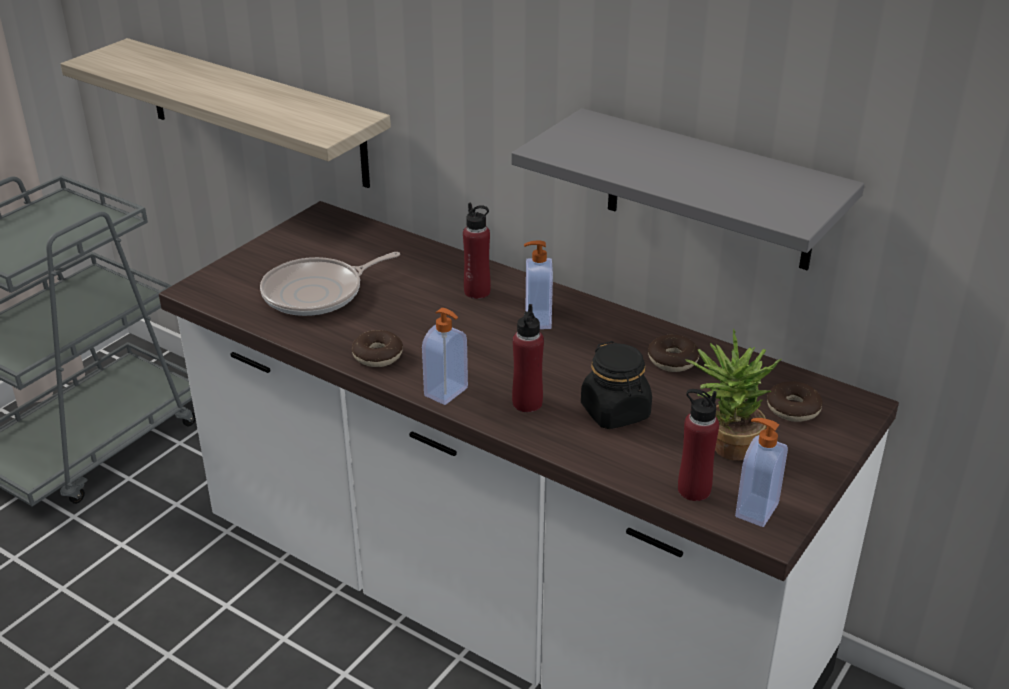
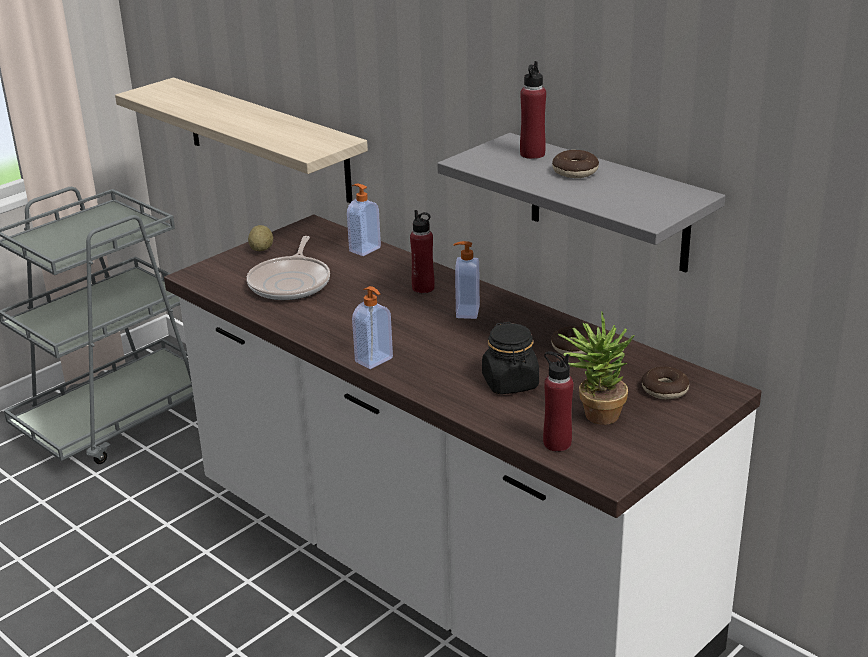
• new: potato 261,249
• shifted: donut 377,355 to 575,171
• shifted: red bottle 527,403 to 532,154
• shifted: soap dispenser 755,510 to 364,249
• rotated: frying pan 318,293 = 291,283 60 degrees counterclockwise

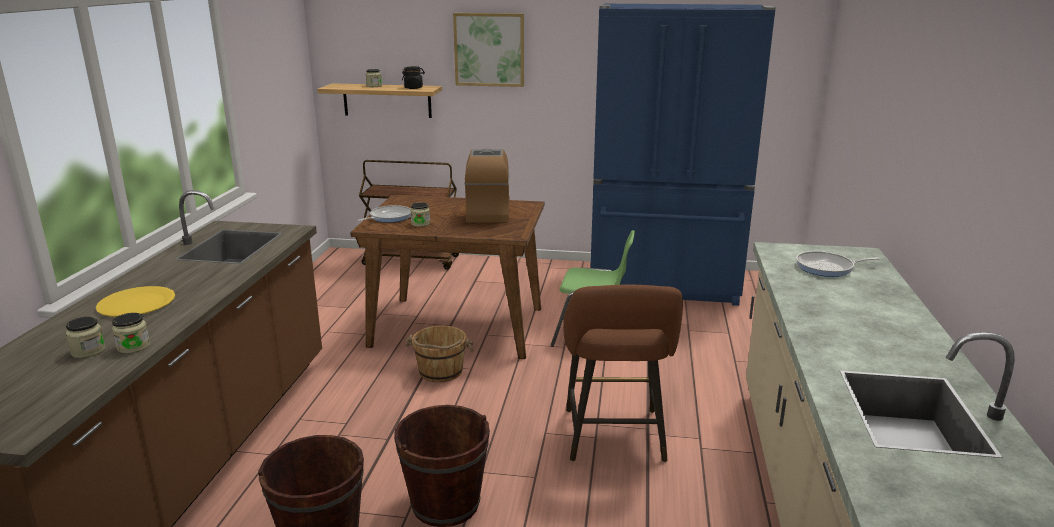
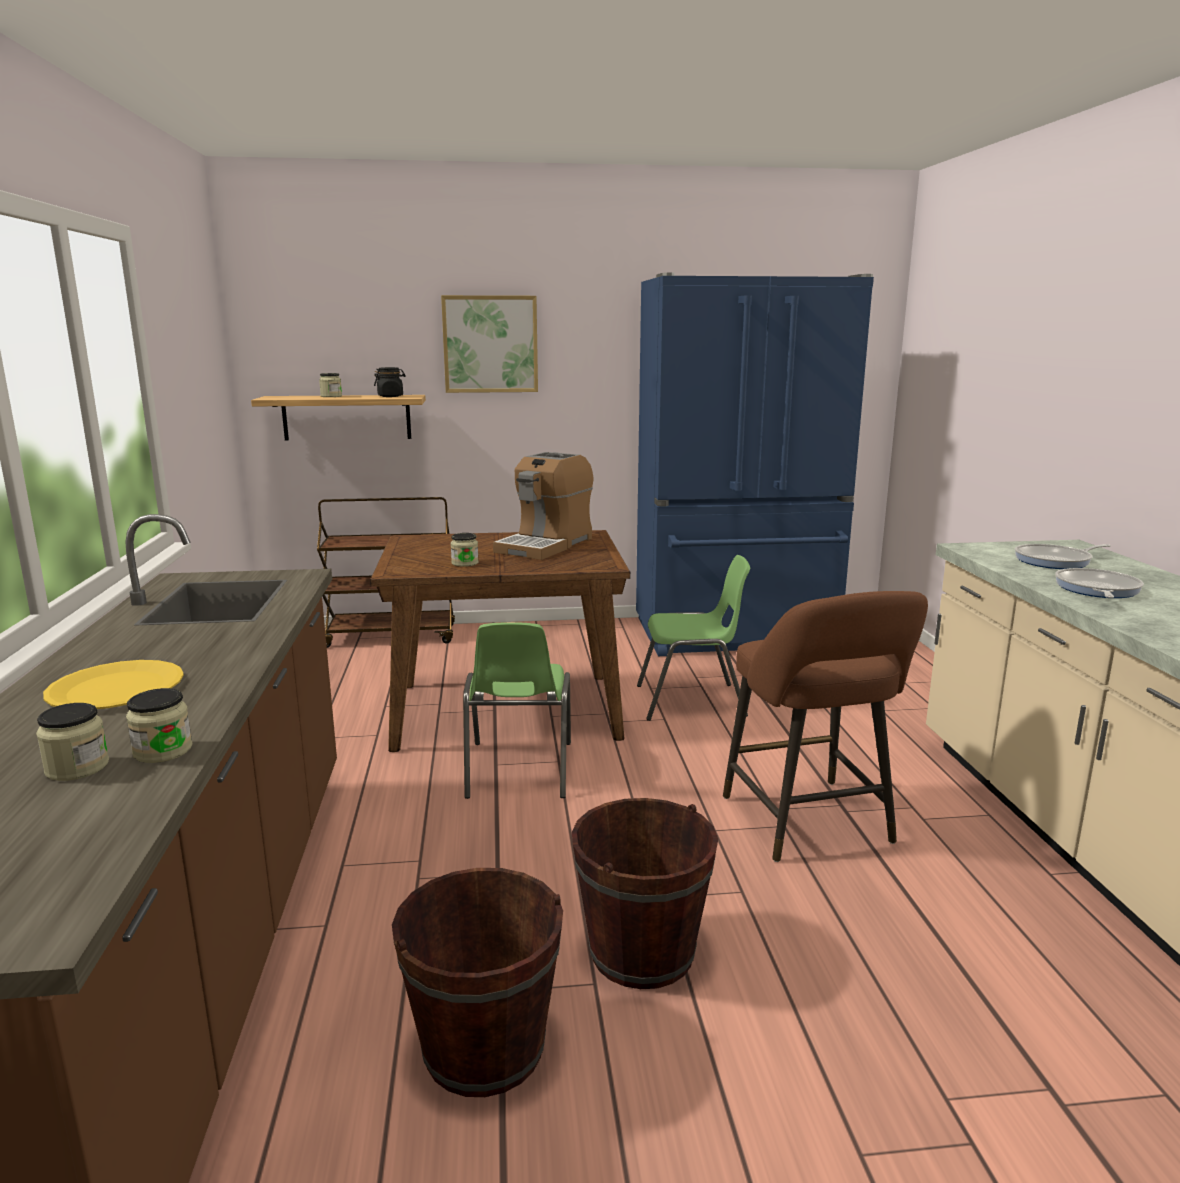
• shifted: frying pan 388,217 to 1096,590
• swapped: brown bucket 440,372 to green chair 518,770
• rotated: coffee machine 488,212 = 545,545 135 degrees counterclockwise

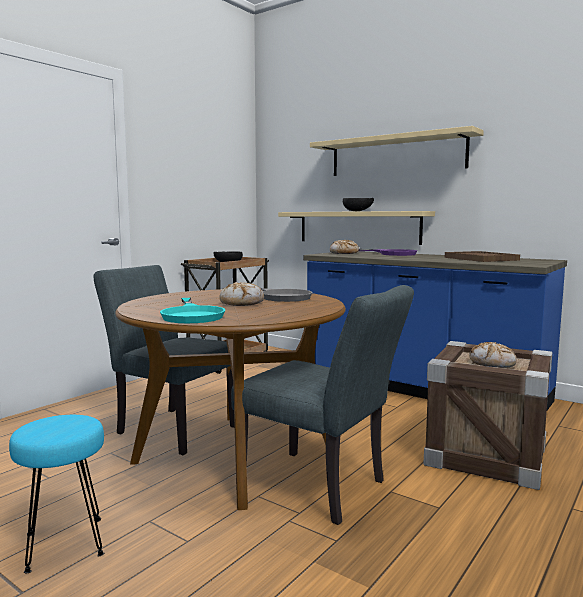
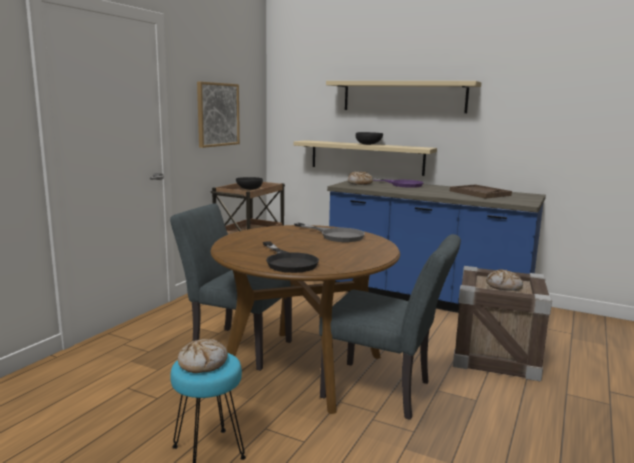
• new: picture 217,114
• shifted: bread 242,303 to 203,363
• repainted: turquoise frying pan 192,315 to black frying pan 288,262

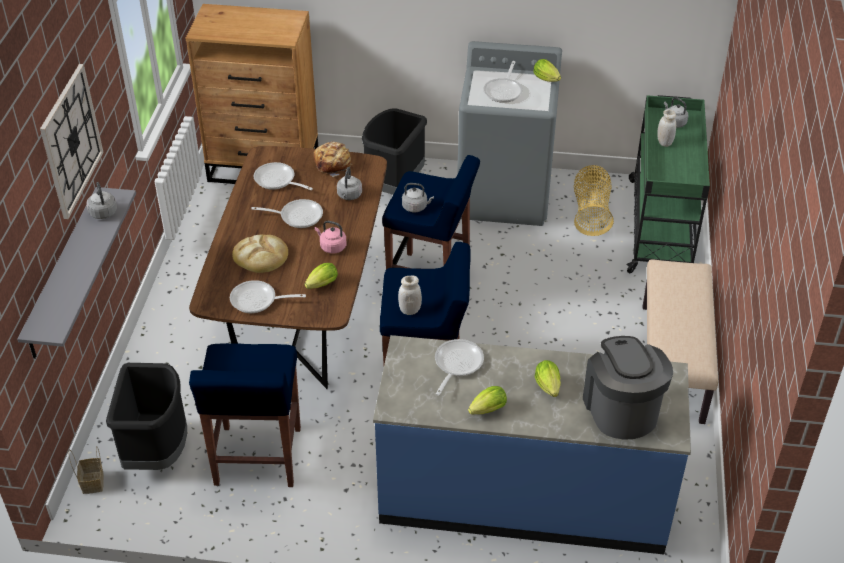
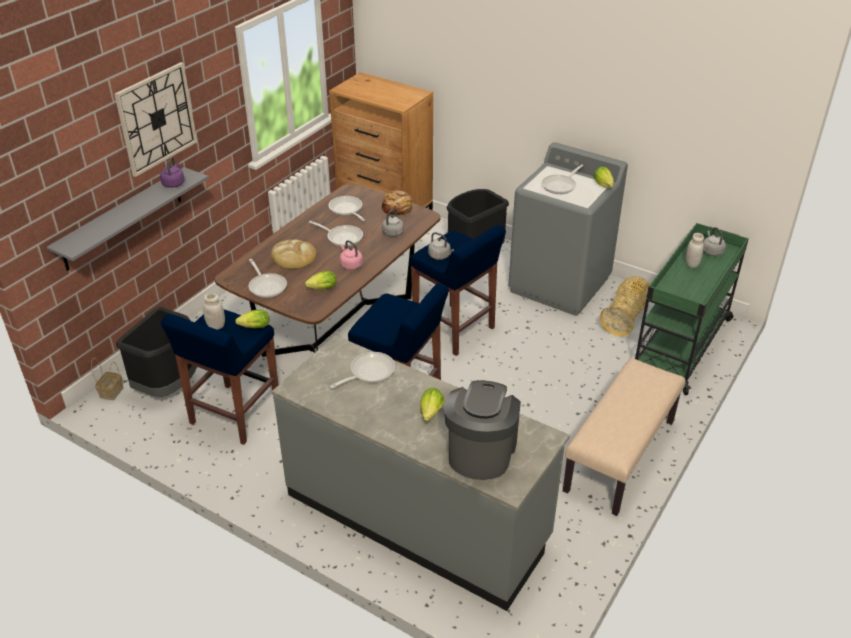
• shifted: white jar 410,310 to 216,326
• shifted: lettuce 486,411 to 253,327
• repainted: grey kettle 103,211 to purple kettle 174,183
• repainted: blue counter 523,496 to grey counter 417,517
• rotated: frying pan 258,300 = 267,286 150 degrees counterclockwise

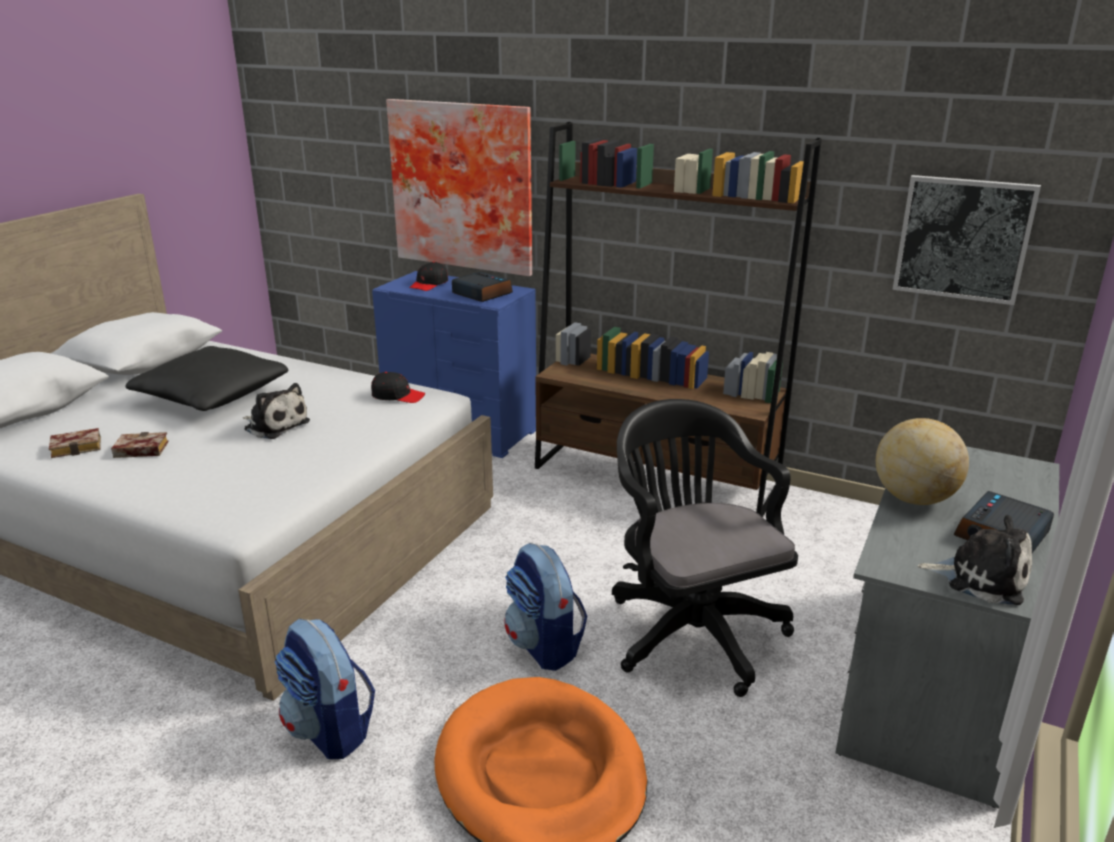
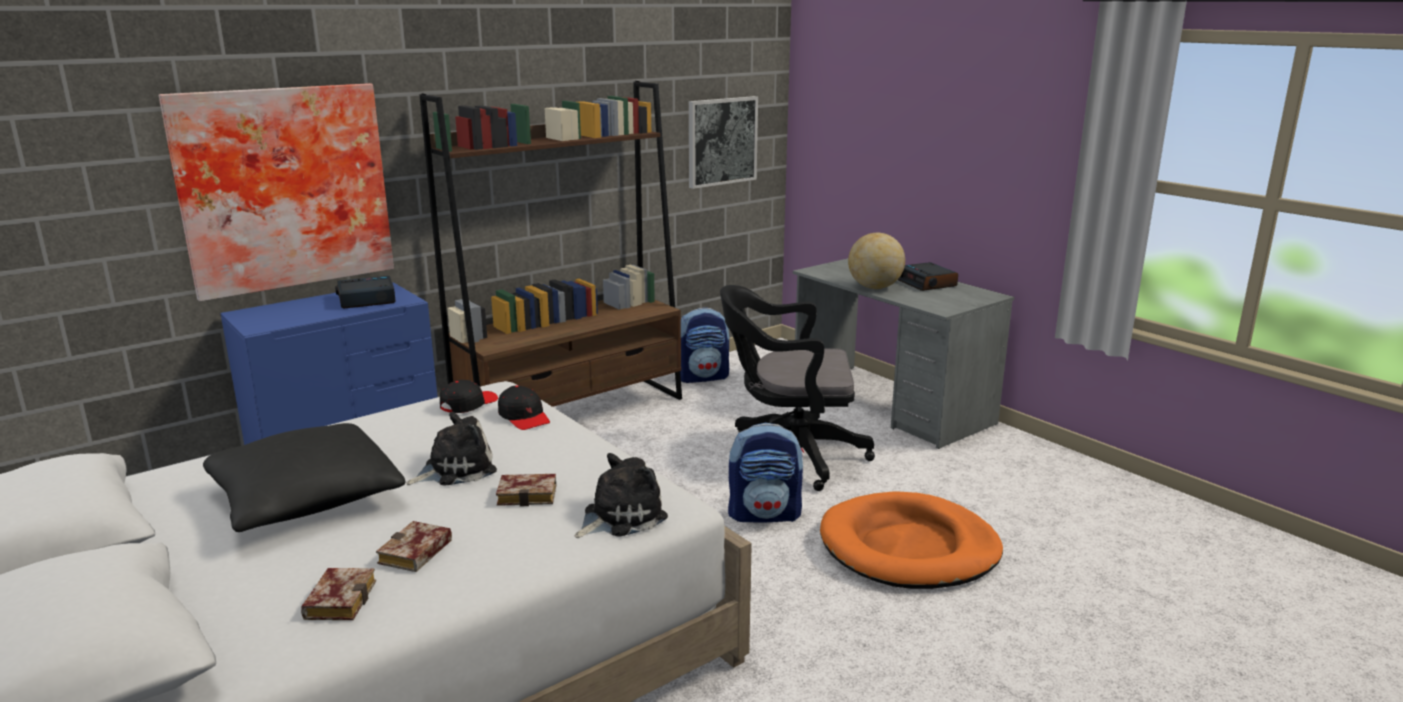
• new: book 530,494
• shifted: backpack 330,730 to 702,377
• shifted: black cap 429,284 to 524,417
• shifted: plush toy 981,577 to 620,516

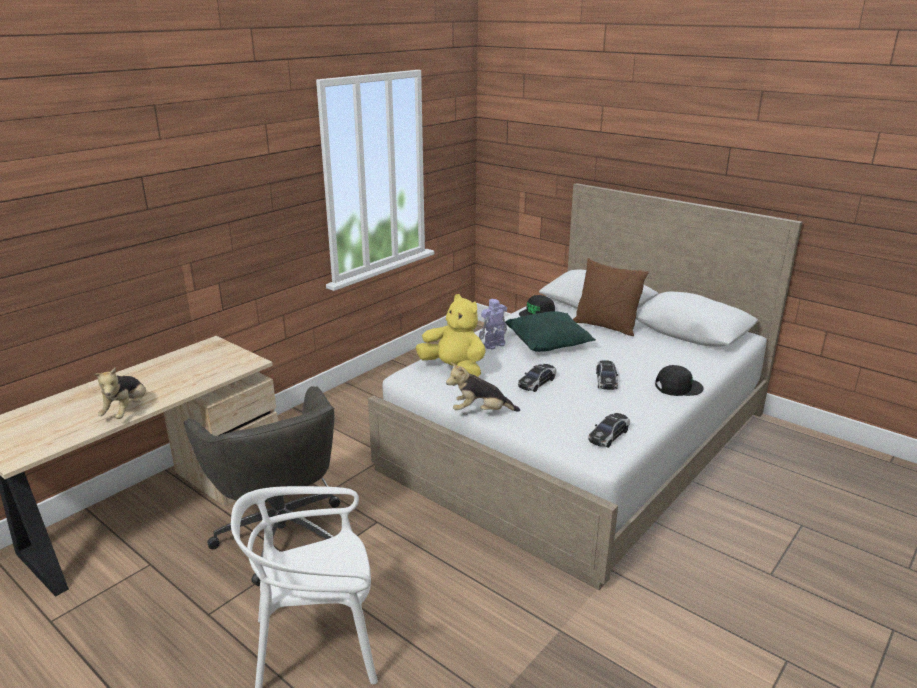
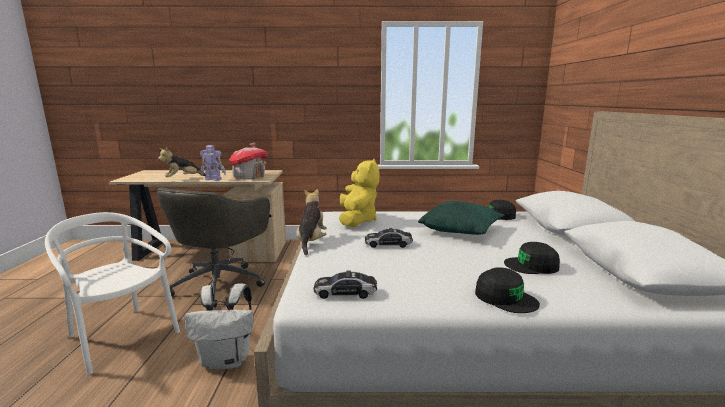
• gone: brown pillow 605,327
• gone: toy car 606,380
• new: white backpack 227,360
• new: toy house 249,176
• new: black cap 531,265
• shifted: toy robot 493,345 to 213,179
• rotated: plush toy 480,412 = 311,241 45 degrees clockwise

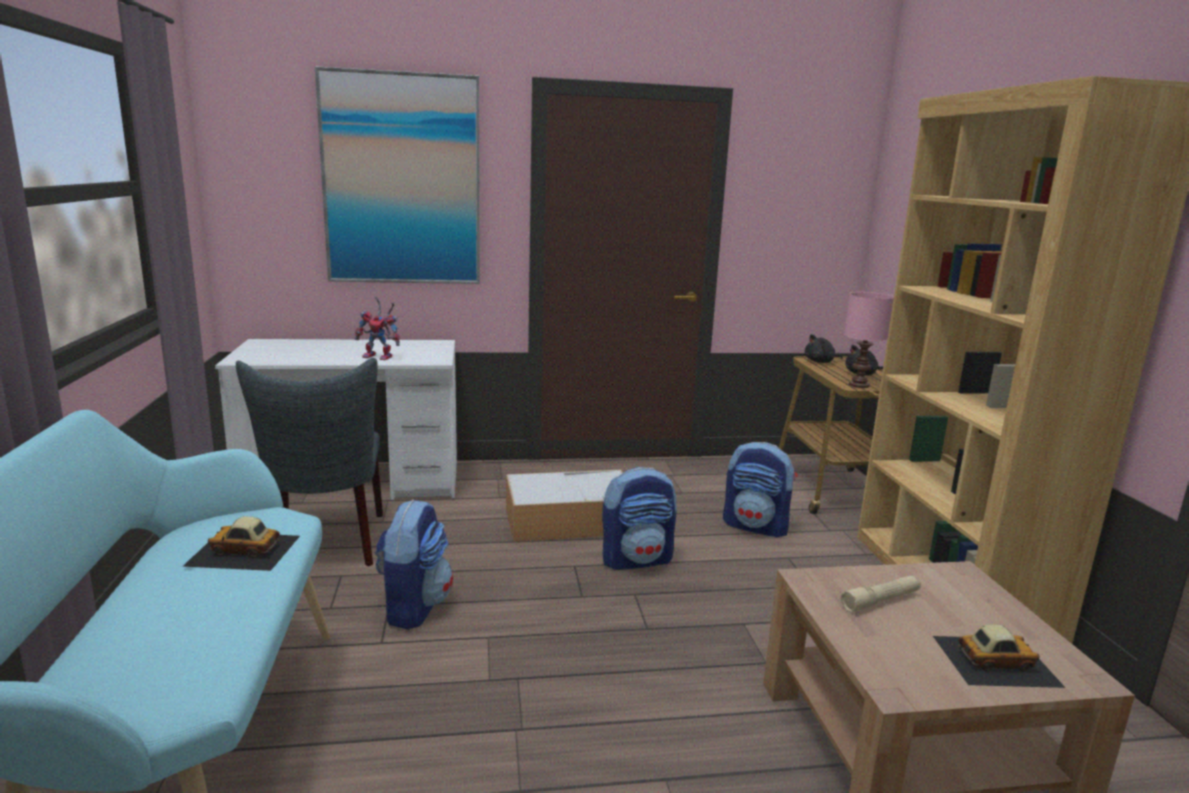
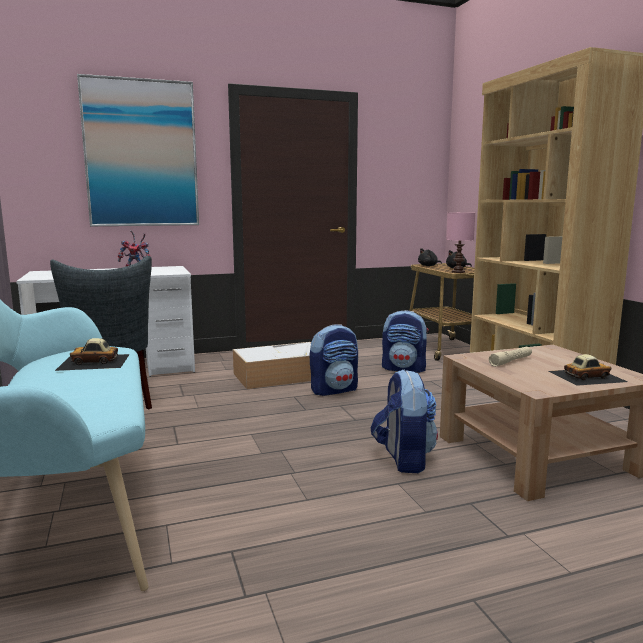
• shifted: backpack 413,607 to 403,459

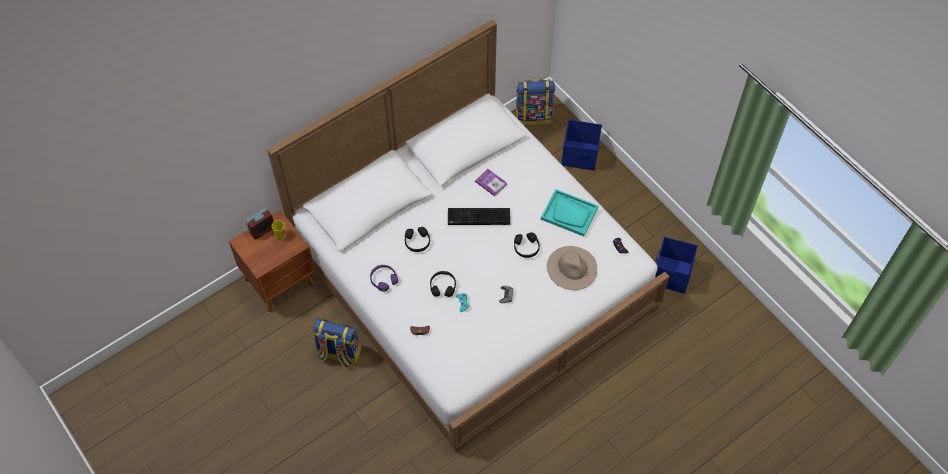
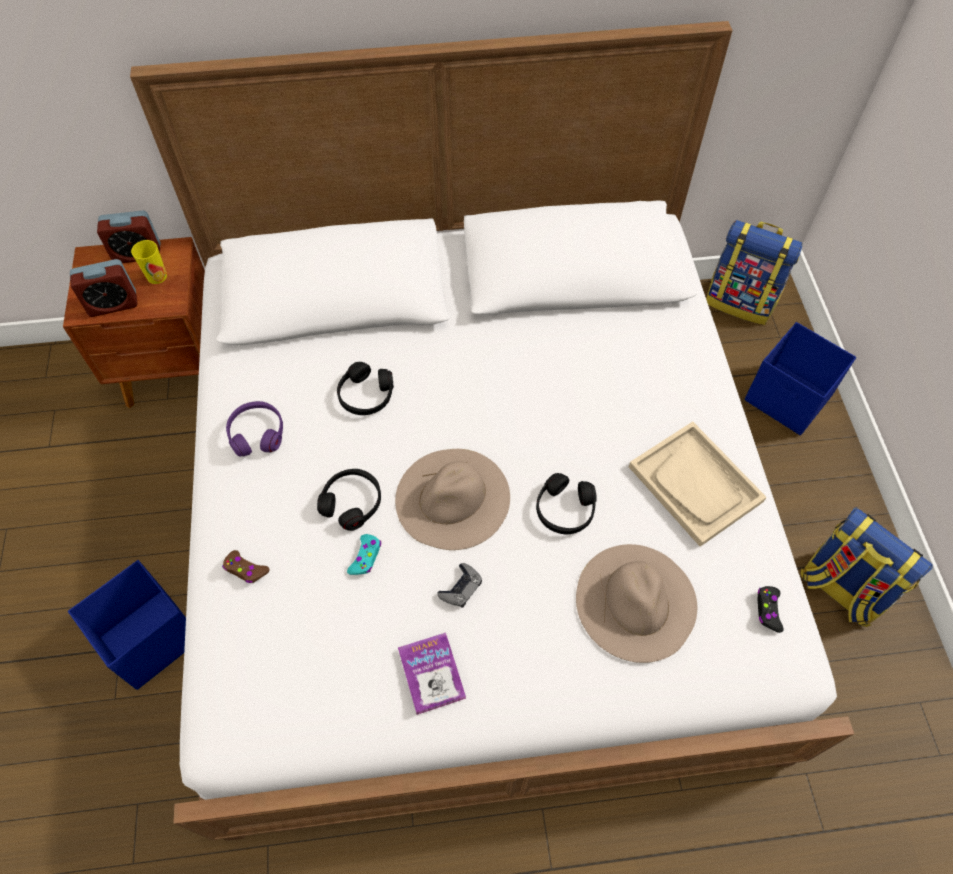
• gone: keyboard 478,218
• new: alarm clock 113,304
• new: beige hat 452,498
• shifted: backpack 339,354 to 841,588
• shifted: book 491,183 to 431,673
• shifted: blue storage box 671,275 to 149,639
• repainted: turquoise tray 569,213 to beige tray 695,484

